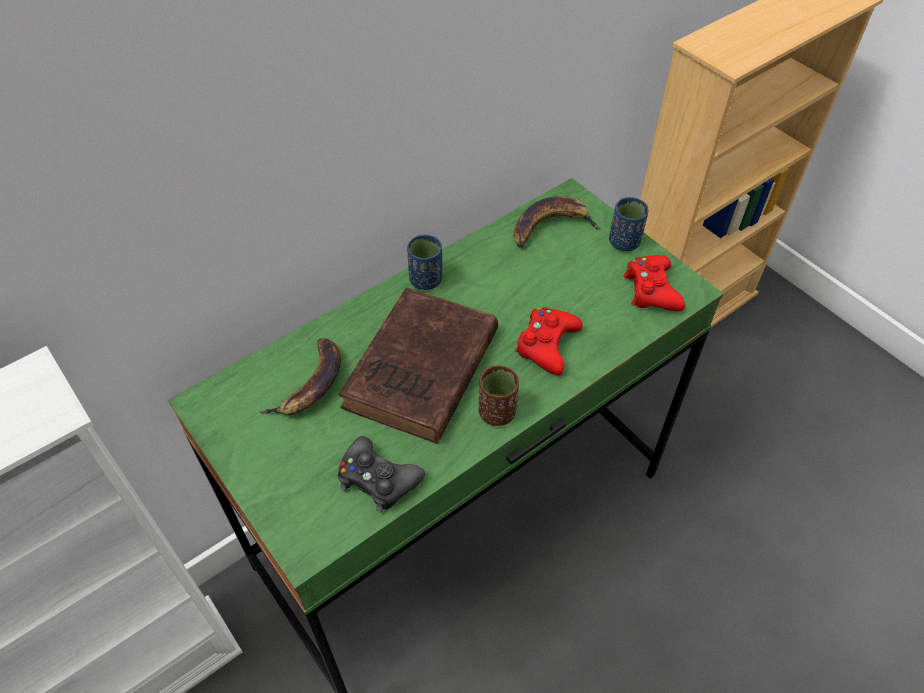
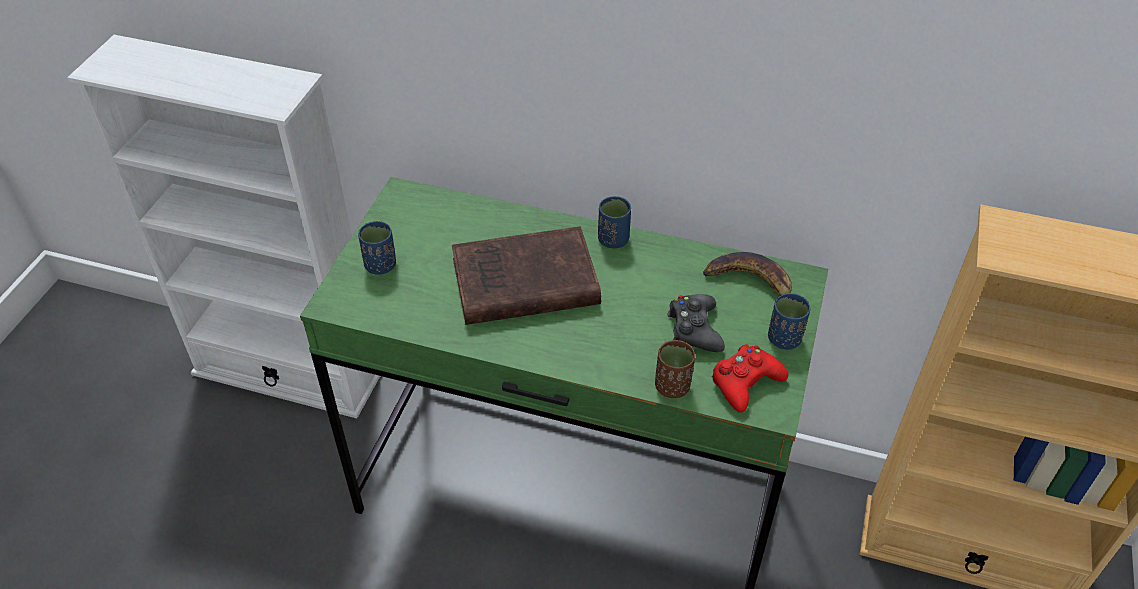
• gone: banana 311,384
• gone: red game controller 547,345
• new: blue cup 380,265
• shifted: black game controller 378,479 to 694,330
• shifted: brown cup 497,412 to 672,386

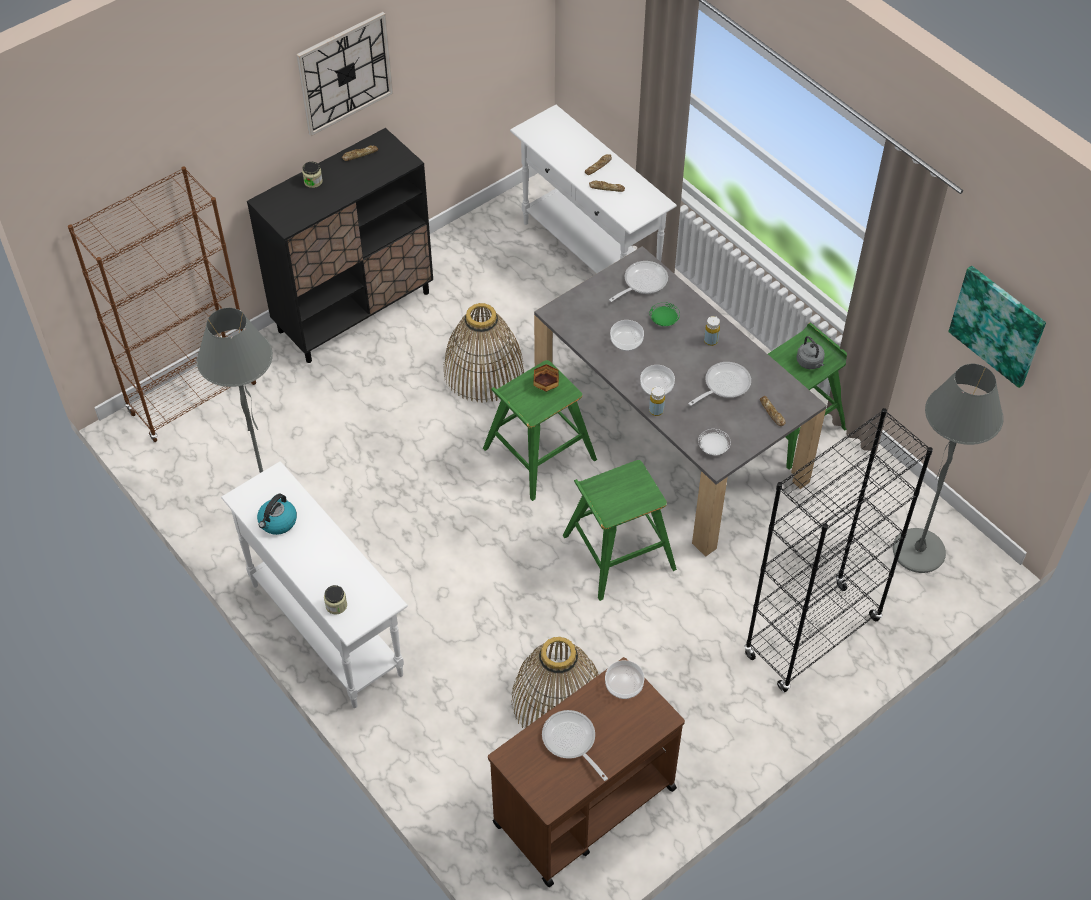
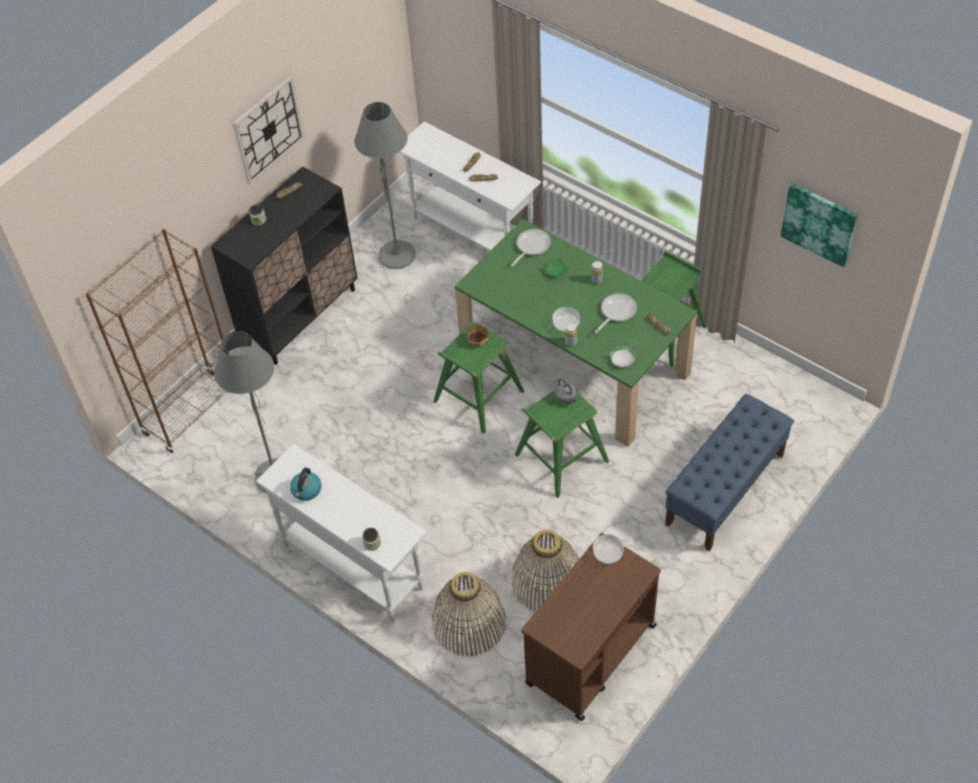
• gone: frying pan 571,742
• gone: bowl 626,341
• shifted: basket 483,370 to 469,622
• shifted: grey kettle 810,363 to 566,398
• shifted: grey floor lamp 919,552 to 397,255
• swapped: black bookcase 811,638 to blue bench 725,490
• repainted: grey dining table 668,436 to green dining table 574,361

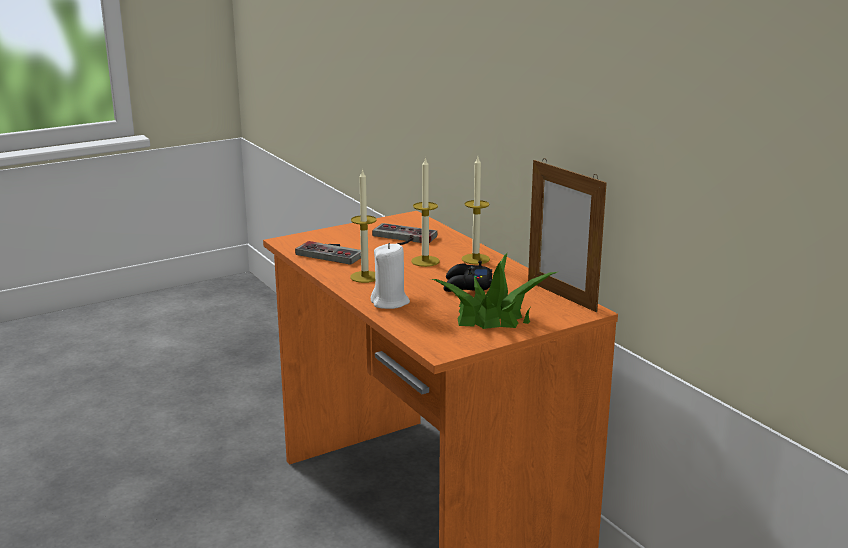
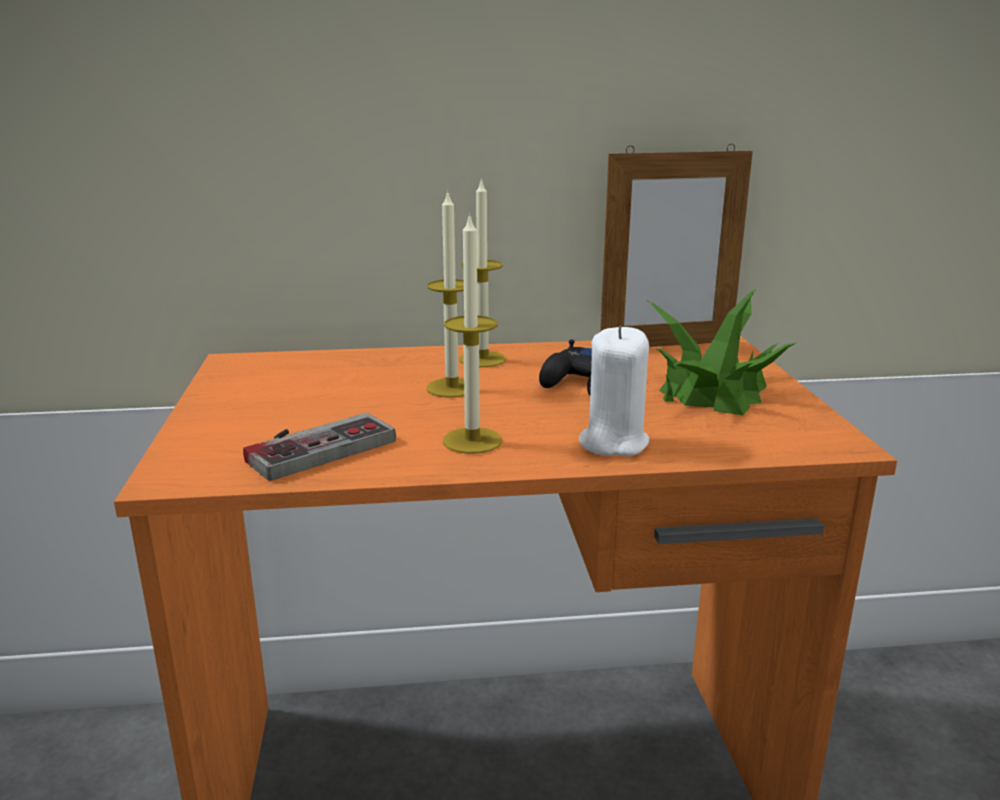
• gone: game controller 401,238

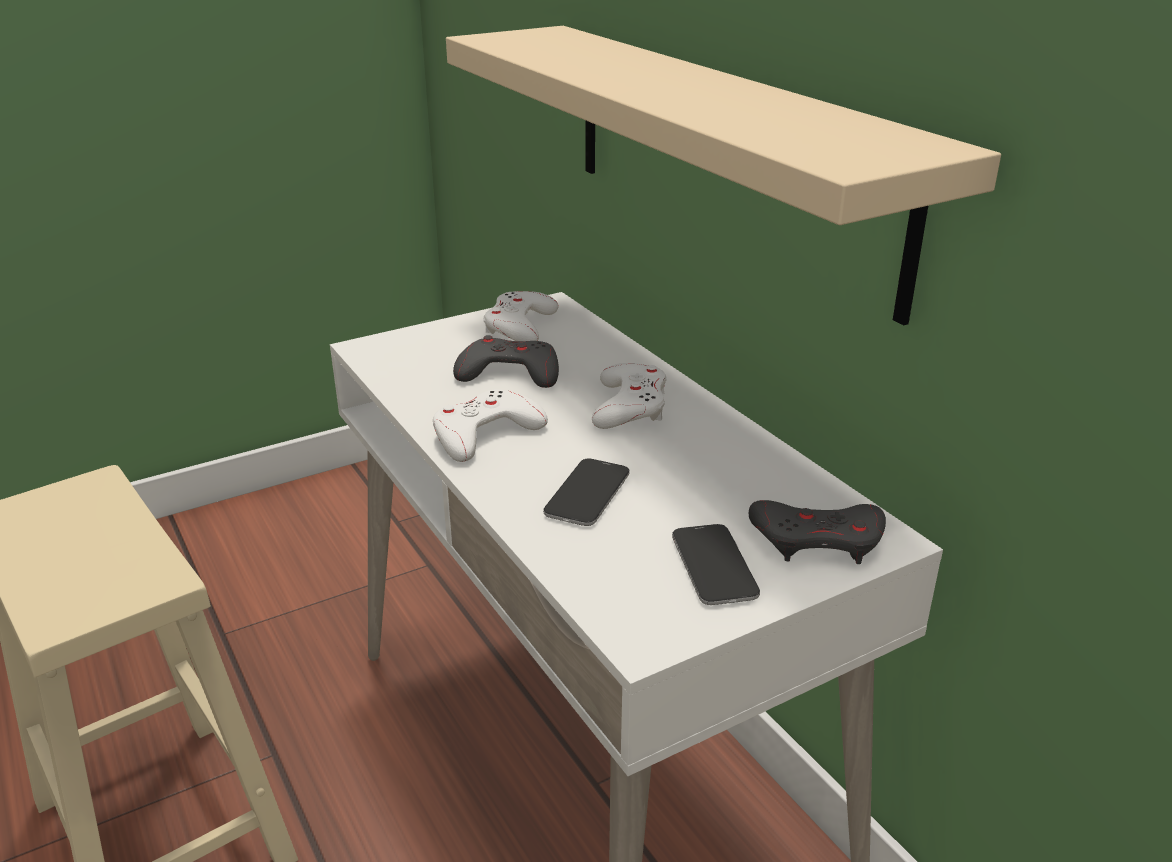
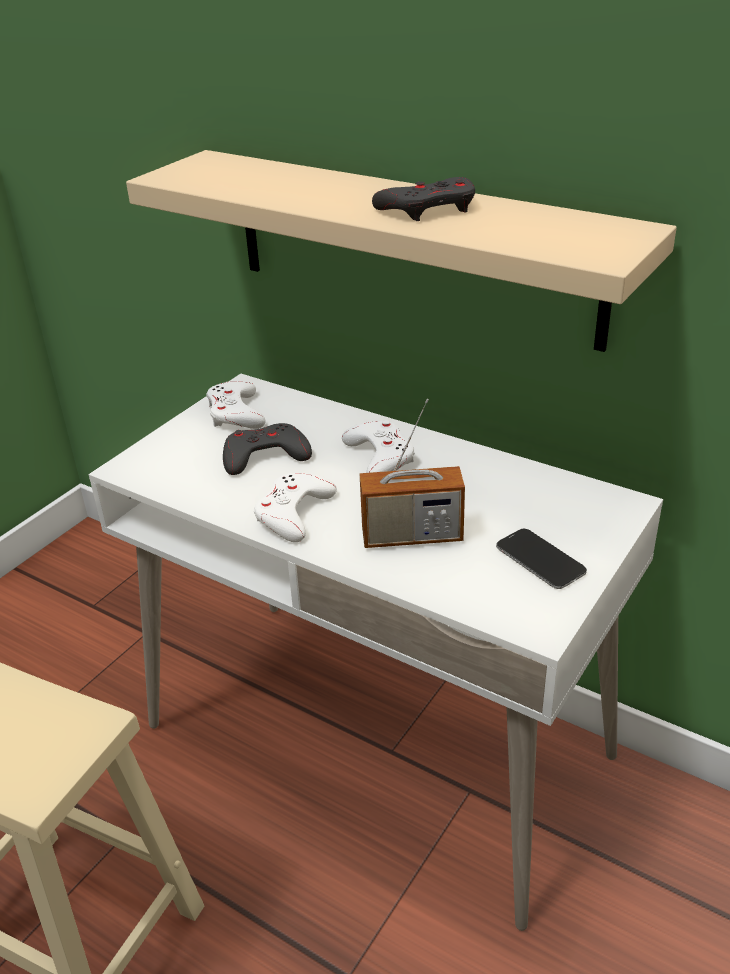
• shifted: grey game controller 818,539 to 428,208
• swapped: phone 587,494 to radio 412,536

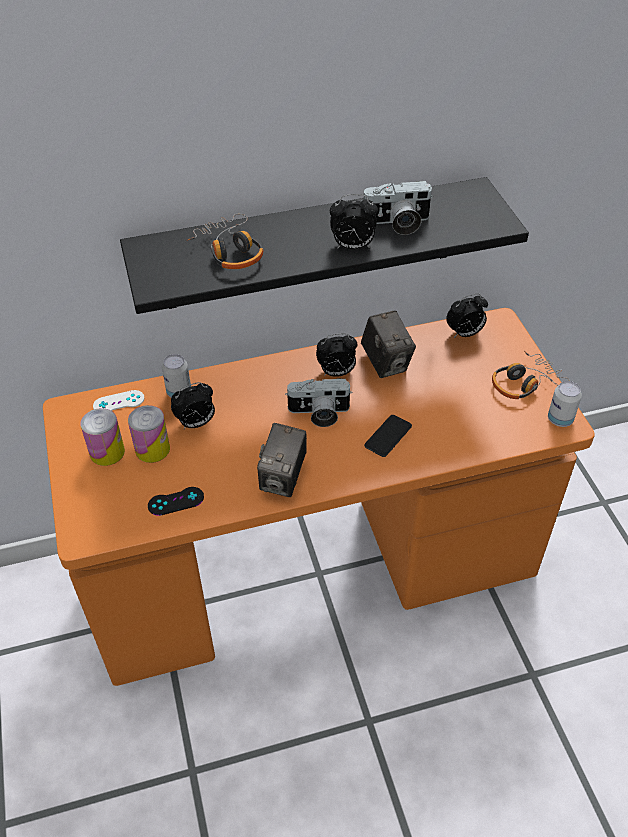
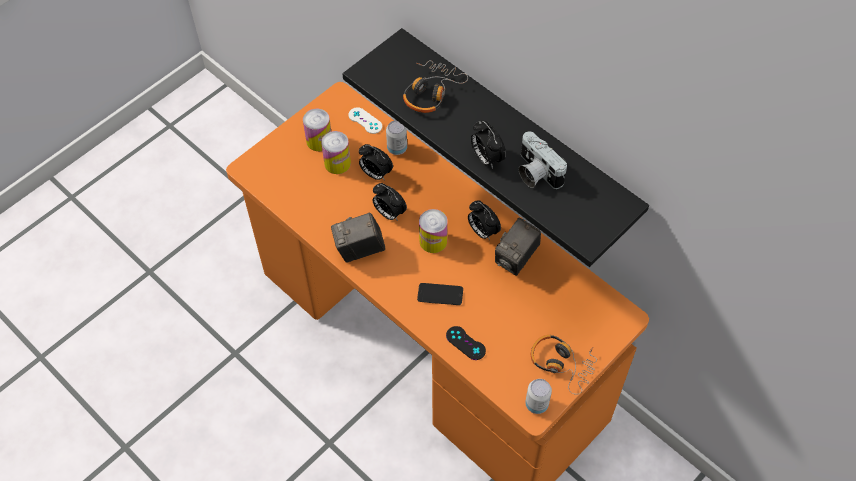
• shifted: black game controller 176,501 to 465,343
• shifted: alarm clock 464,334 to 389,213
• swapped: photo camera 319,414 to can 433,241

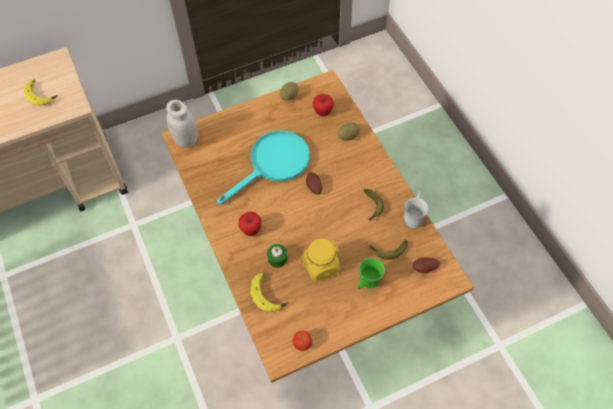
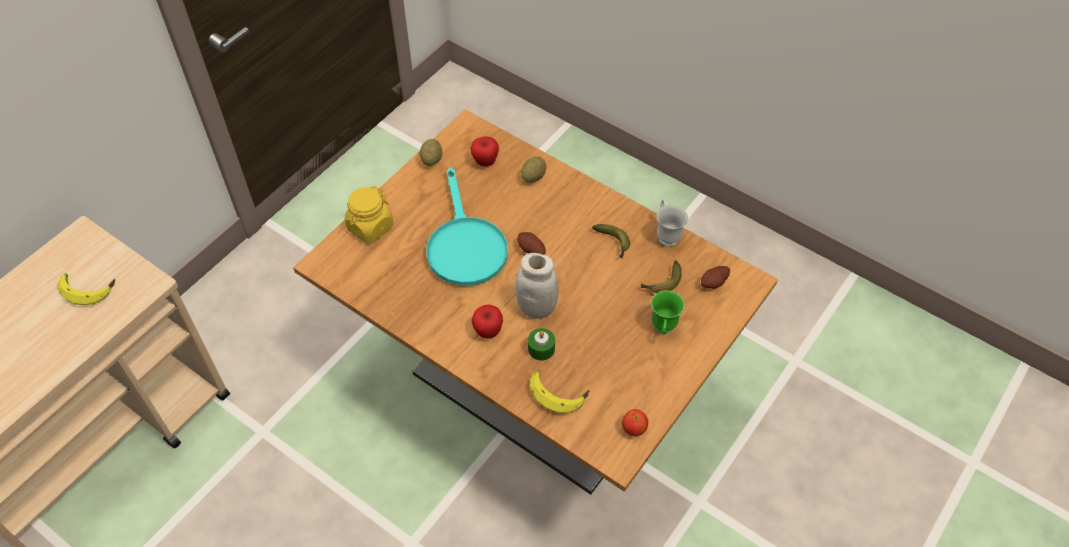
• shifted: white jar 186,140 to 536,308
• shifted: yellow jar 321,266 to 370,227
• rotated: turquoise frying pan 273,164 = 464,245 150 degrees clockwise

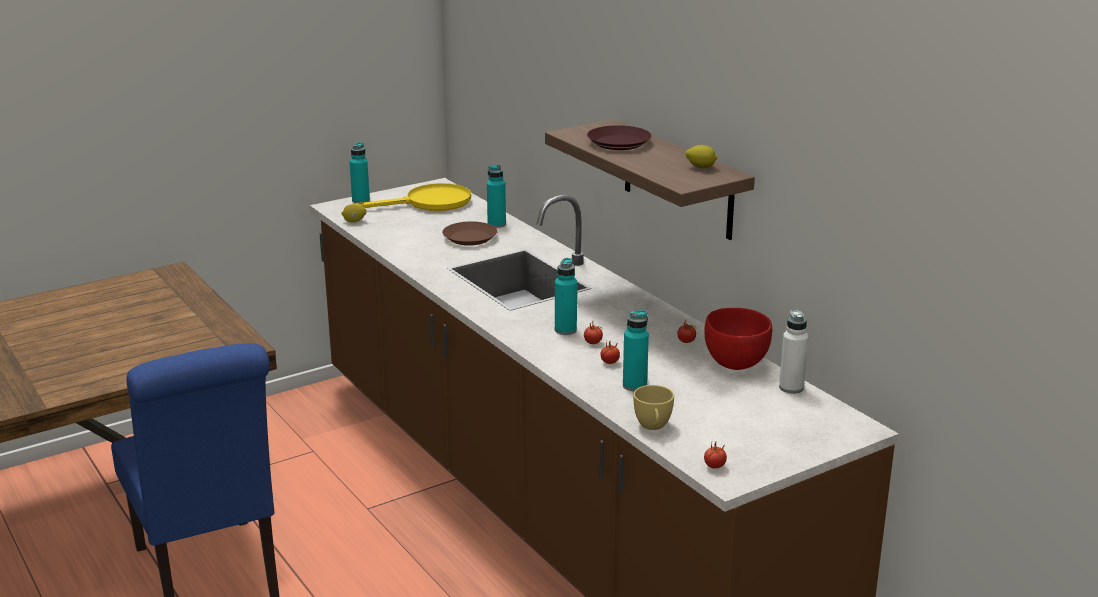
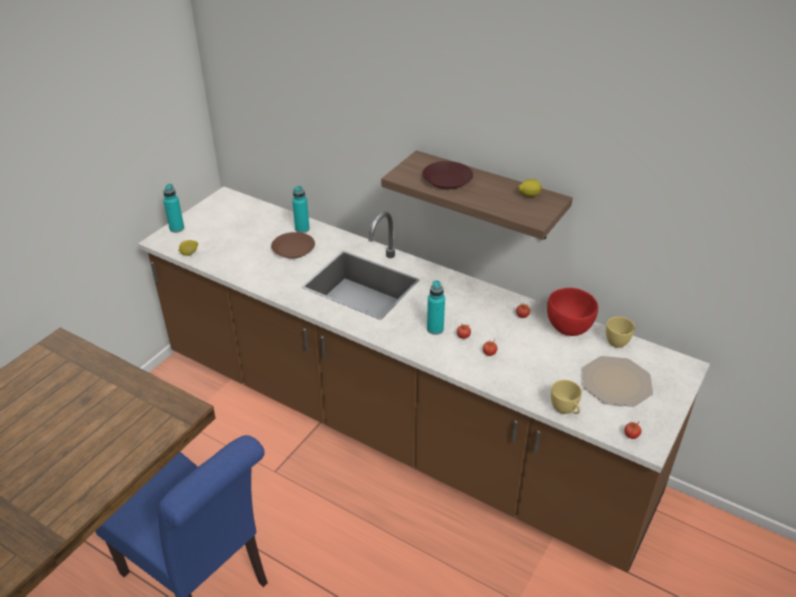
• gone: yellow frying pan 429,203
• gone: turquoise bottle 634,386
• new: plate 615,382
• swapped: white bottle 791,388 to yellow cup 619,341

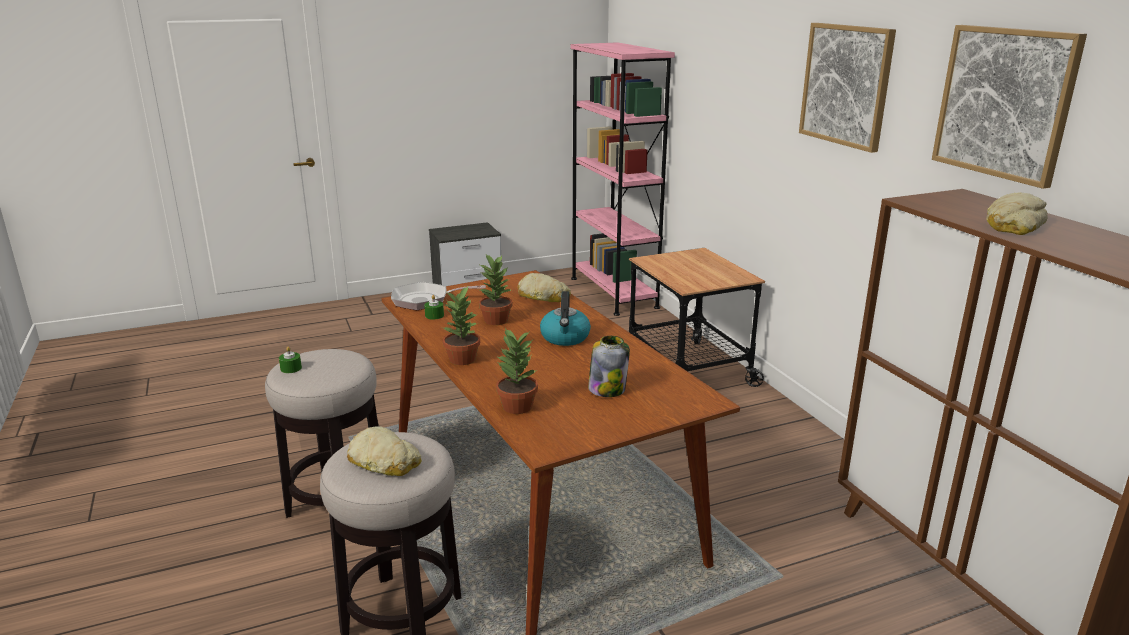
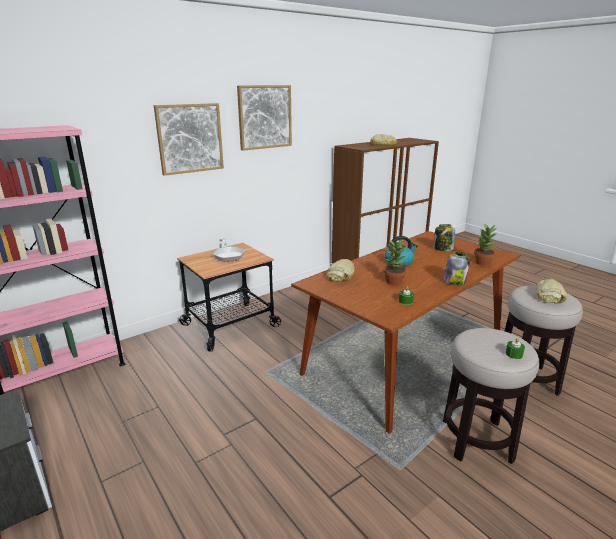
• shifted: frying pan 425,300 to 228,255
• shifted: picture 1004,103 to 190,138
• swapped: potted plant 463,359 to jar 454,281

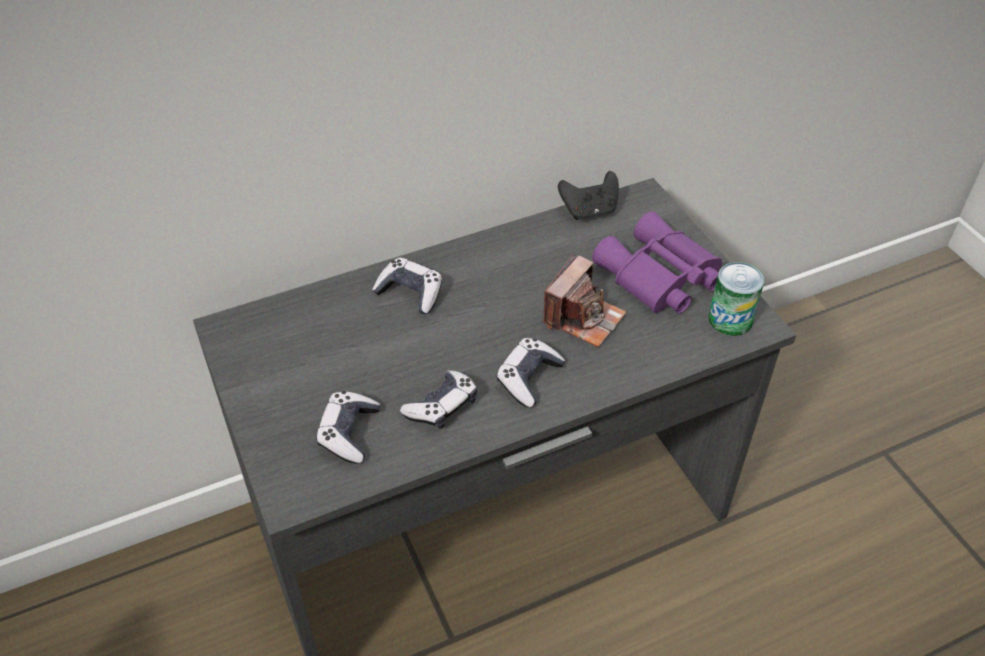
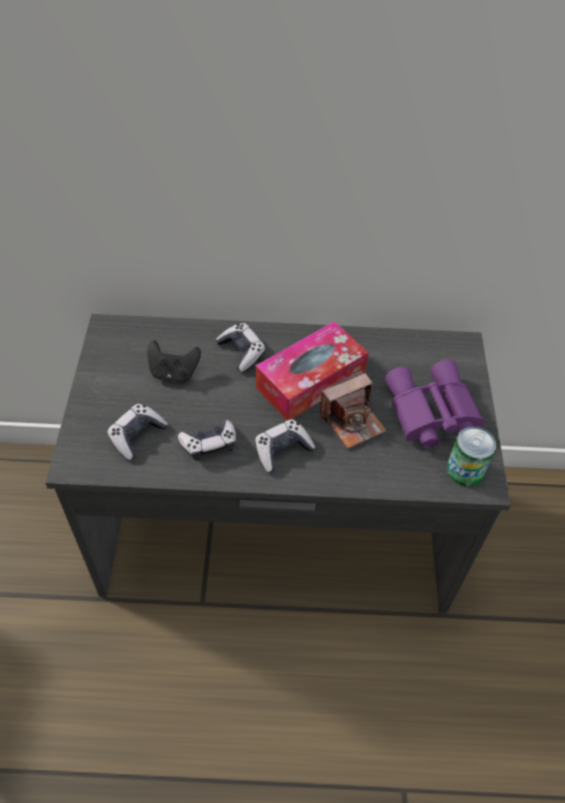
• new: tissue box 310,381
• shifted: black game controller 589,211 to 174,373

